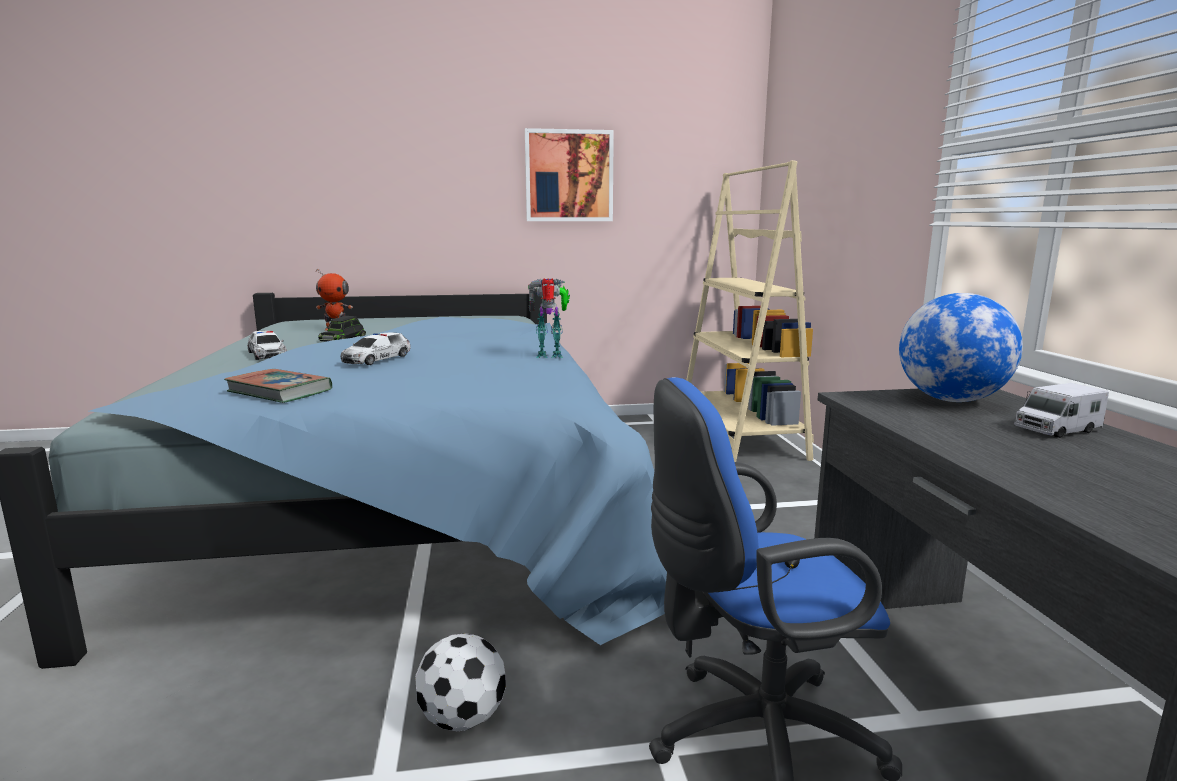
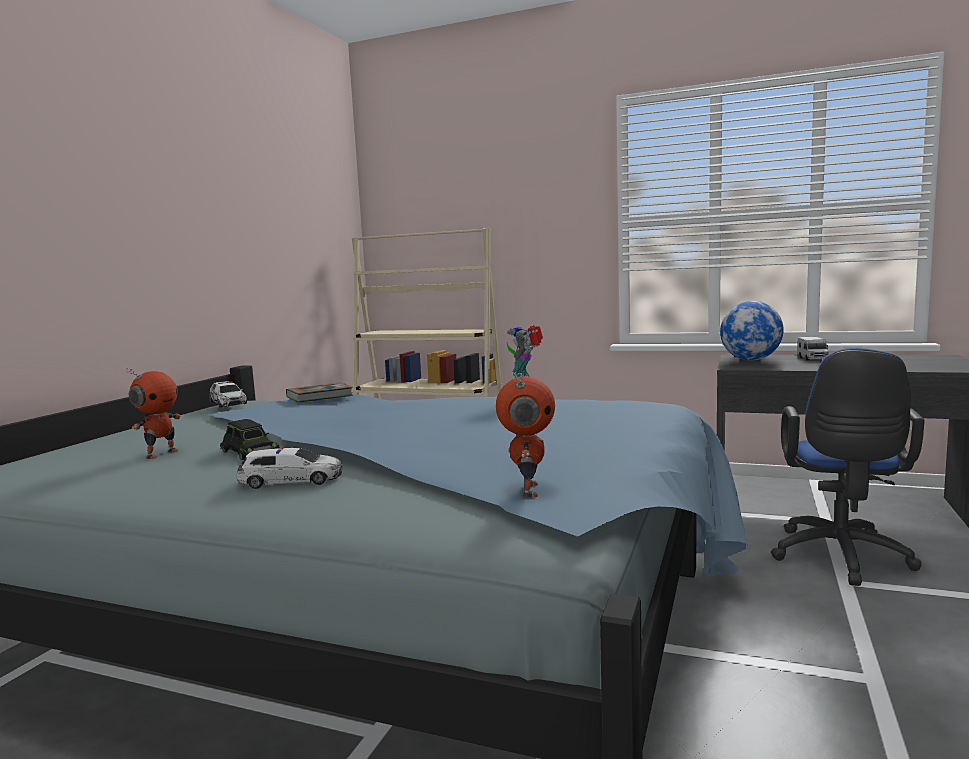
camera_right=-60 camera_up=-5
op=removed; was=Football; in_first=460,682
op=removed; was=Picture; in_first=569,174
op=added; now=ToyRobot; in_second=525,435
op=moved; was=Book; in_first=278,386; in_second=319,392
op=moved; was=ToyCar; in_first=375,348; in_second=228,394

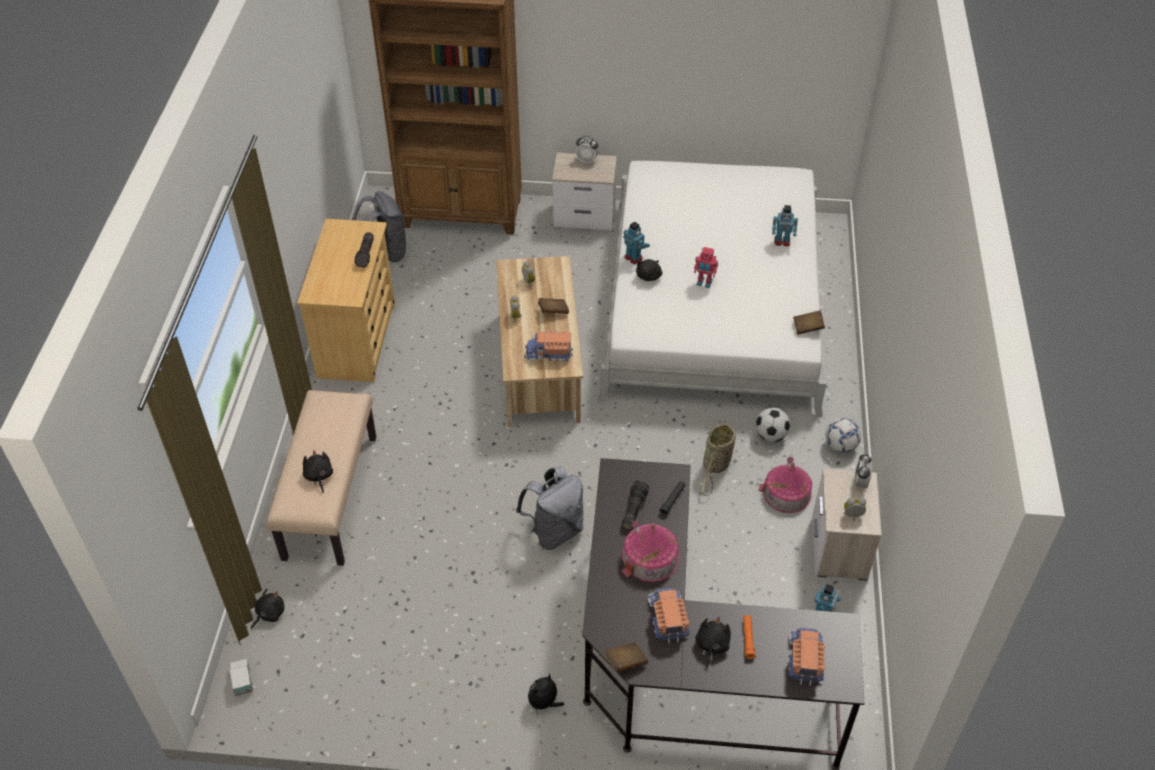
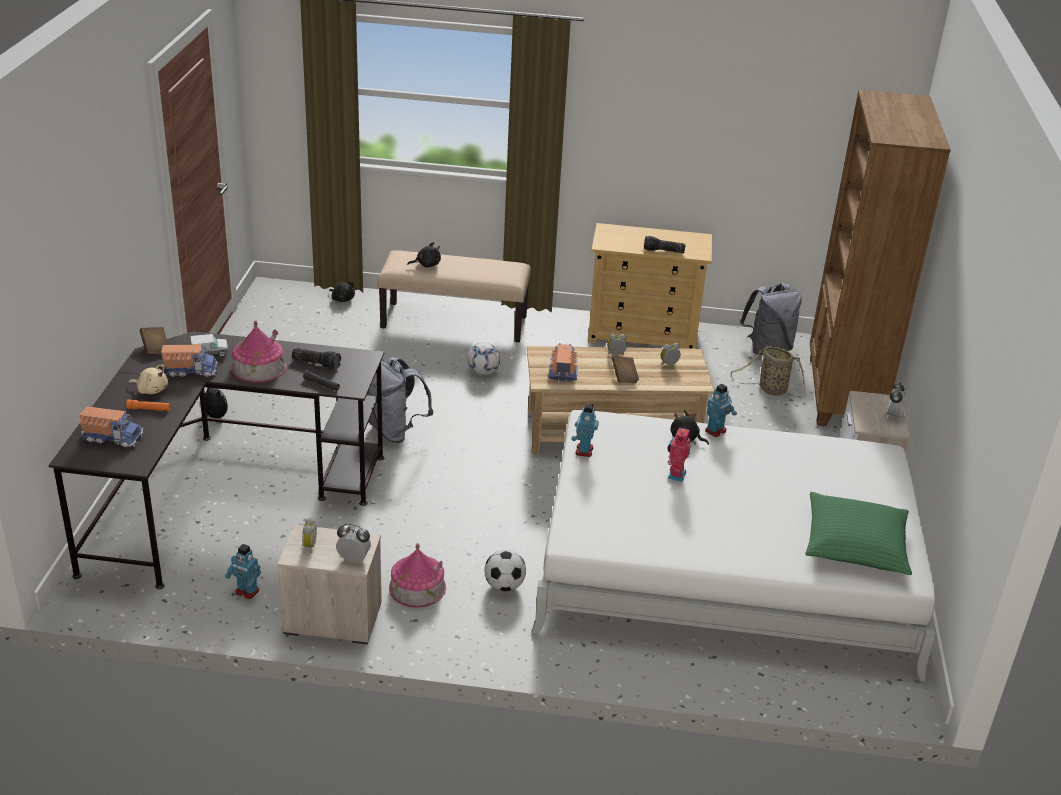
camera_right=90 camera_up=-15
op=removed; was=BrownBook; in_first=809,322
op=added; now=GreenPillow; in_second=858,533
op=moved; was=ToyTruck; in_first=241,677; in_second=209,345
op=moved; was=Basket; in_first=718,457; in_second=768,371
op=moved; was=ToyRobot; in_first=785,225; in_second=585,430
op=moved; was=Football; in_first=843,435; in_second=483,358
op=recoloured; was=BlackPlushToy; now=BeigePlushToy; in_first=713,642; in_second=148,379

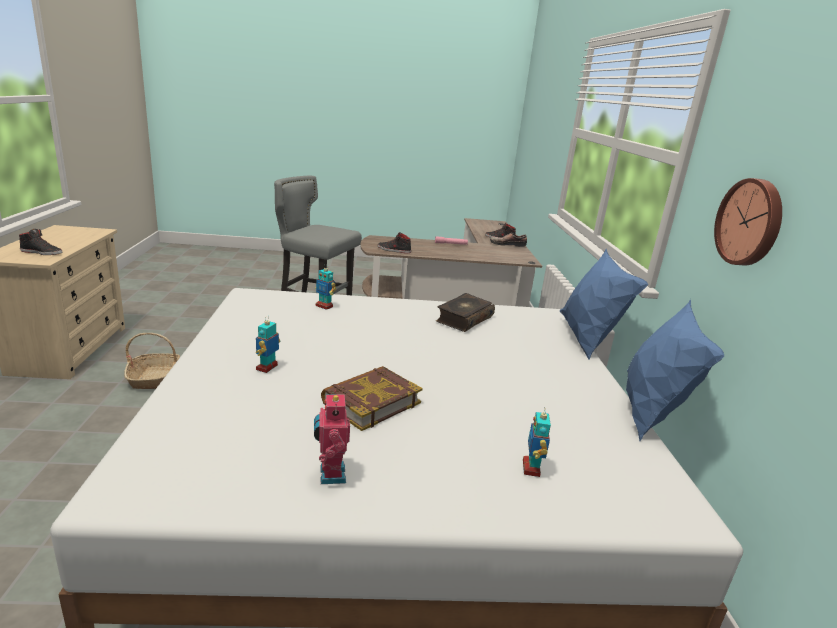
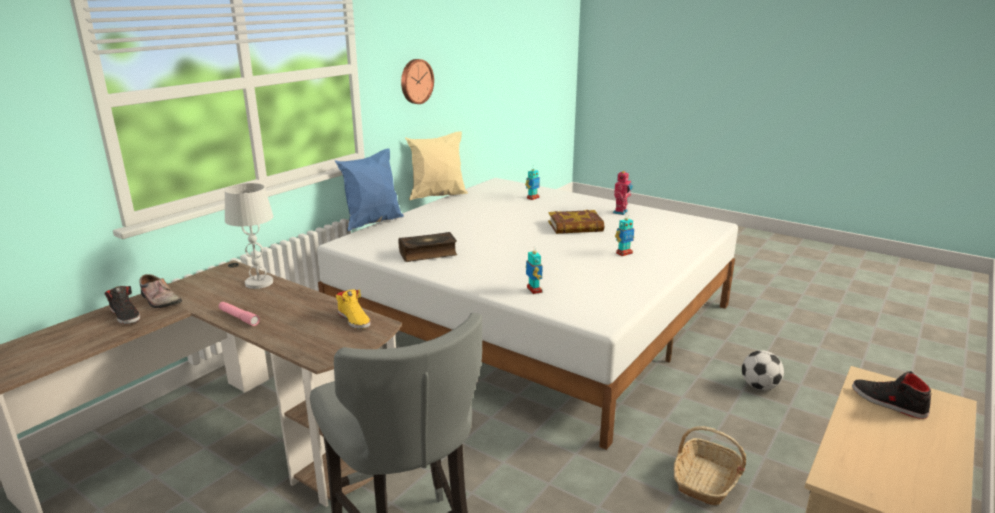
camera_right=-140 camera_up=0
op=added; now=WhiteTableLamp; in_second=249,236
op=added; now=Football; in_second=763,370
op=recoloured; was=BlackShoe; now=YellowShoe; in_first=394,243; in_second=353,309
op=recoloured; was=BluePillow; now=BeigePillow; in_first=675,370; in_second=436,165

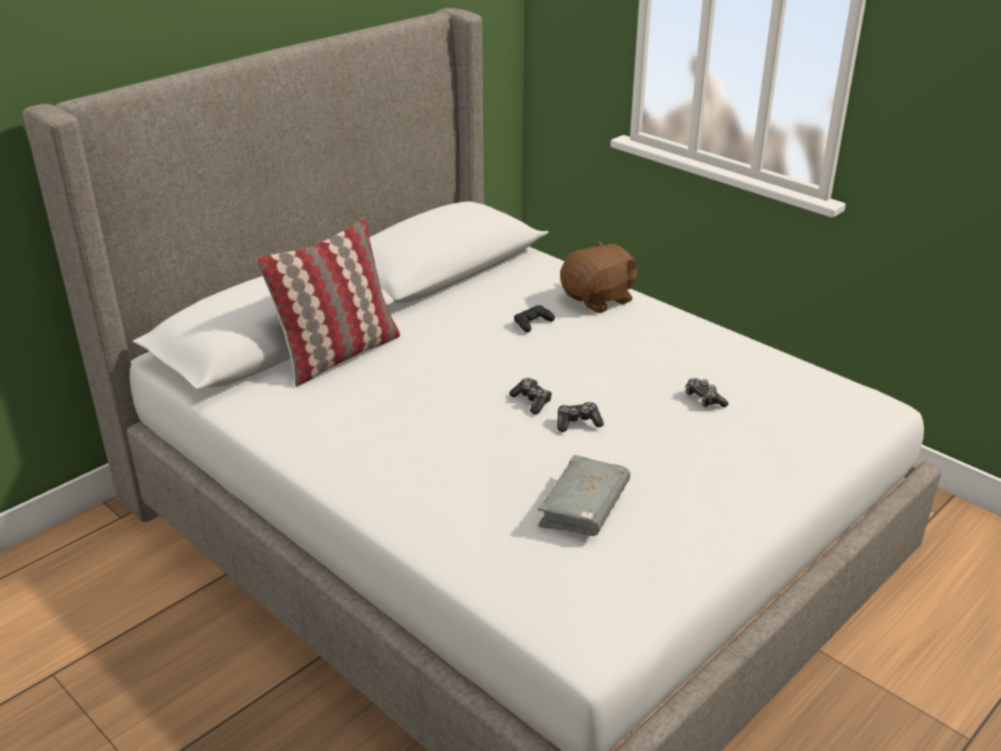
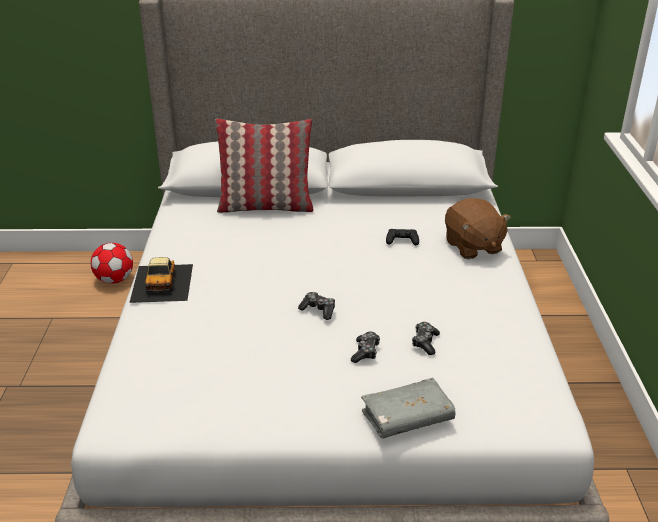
camera_right=45 camera_up=0
op=added; now=Football; in_second=112,263
op=added; now=ToyCar; in_second=161,280
op=moved; was=GameController; in_first=530,396; in_second=365,347
op=moved; was=GreyBook; in_first=583,495; in_second=408,408
op=turned; was=BrownPlushToy; in_first=599,277; in_second=478,228; clockwise=60

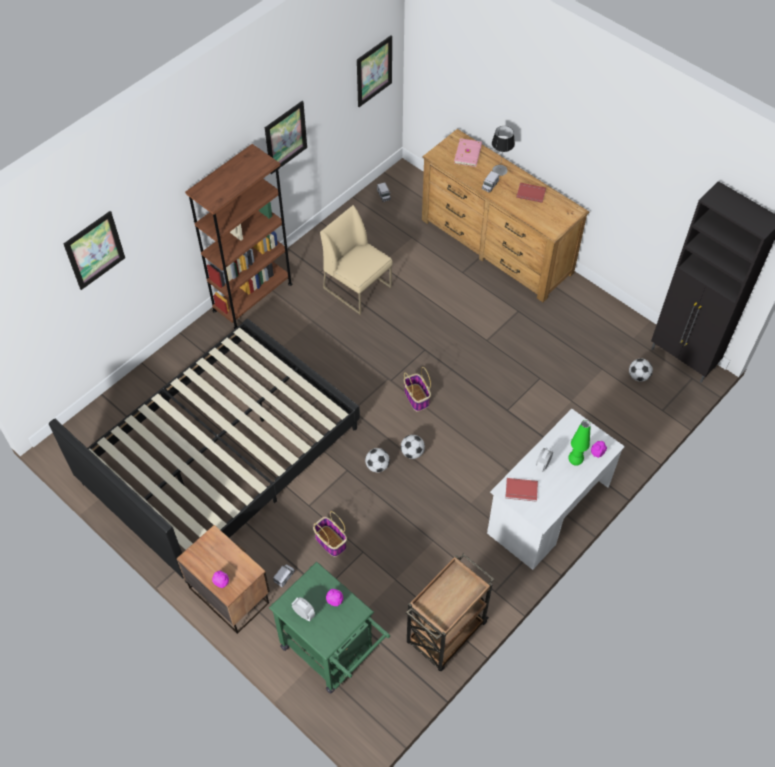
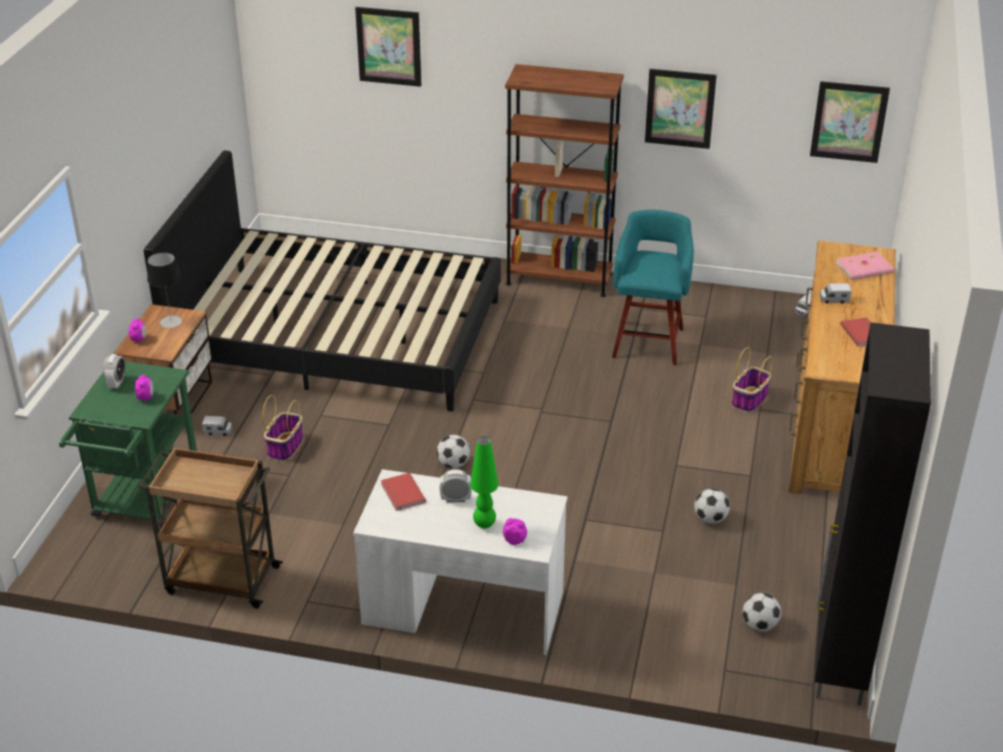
camera_right=60 camera_up=-20
op=moved; was=Football; in_first=377,460; in_second=712,506
op=moved; was=Basket; in_first=417,389; in_second=752,380
op=moved; was=TableLamp; in_first=503,151; in_second=164,290
op=replaced; was=BeigeChair; now=TurquoiseStool; in_first=356,260; in_second=653,287

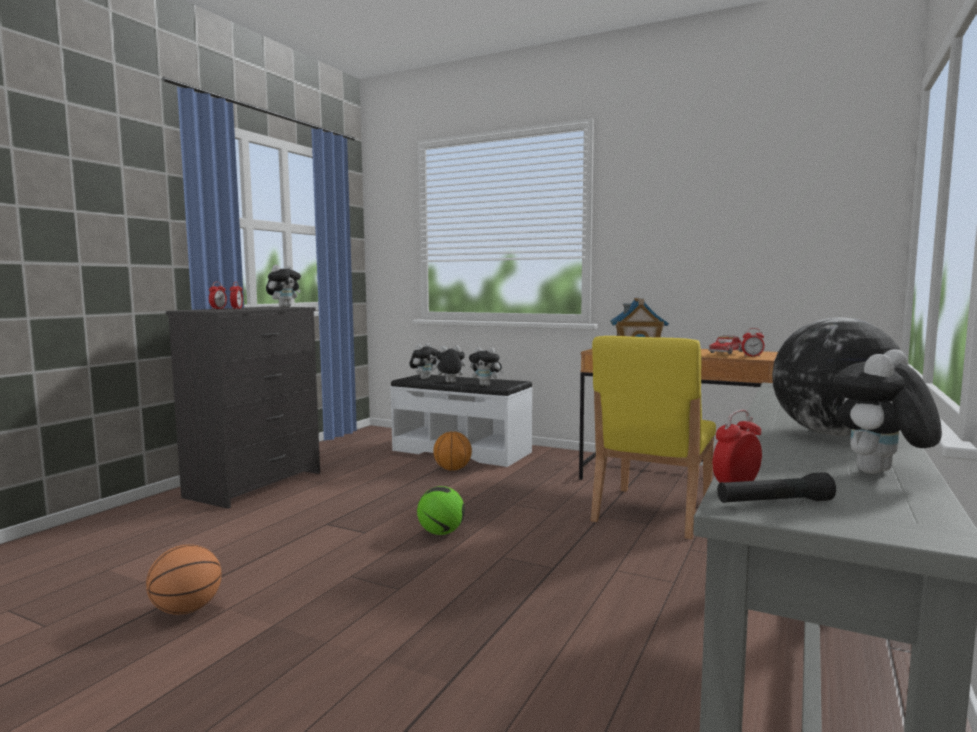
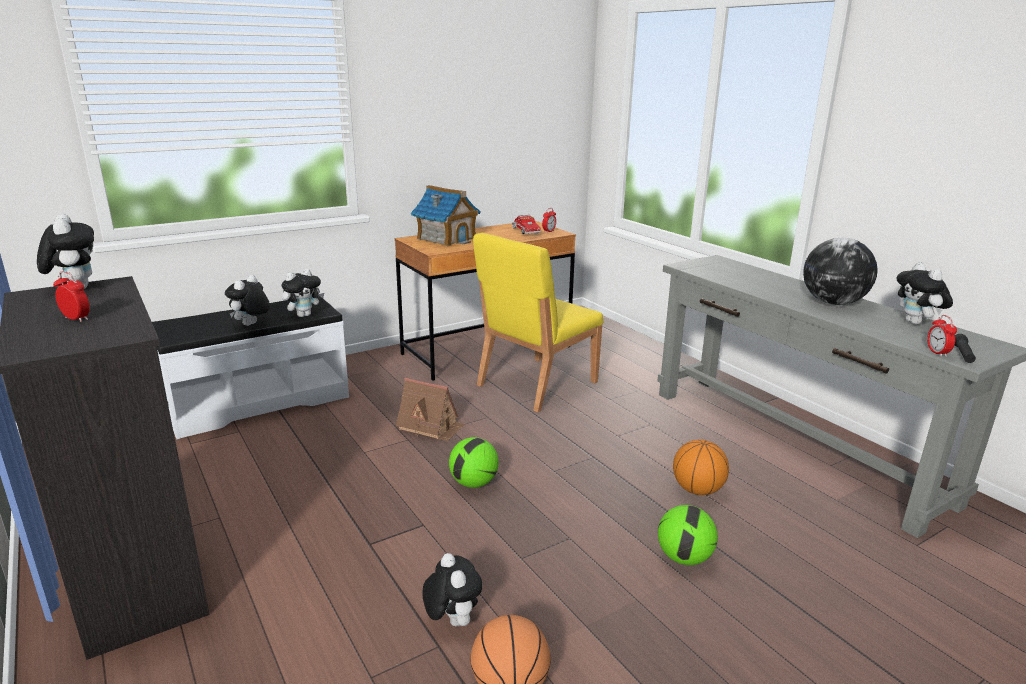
camera_right=-60 camera_up=15
op=removed; was=AlarmClock; in_first=218,296
op=added; now=ToyHouse; in_second=430,409
op=added; now=Football; in_second=688,535
op=moved; was=PlushToy; in_first=424,361; in_second=452,590
op=moved; was=Basketball; in_first=452,451; in_second=701,467
op=turned; was=YellowChair; in_first=653,437; in_second=538,323; clockwise=75

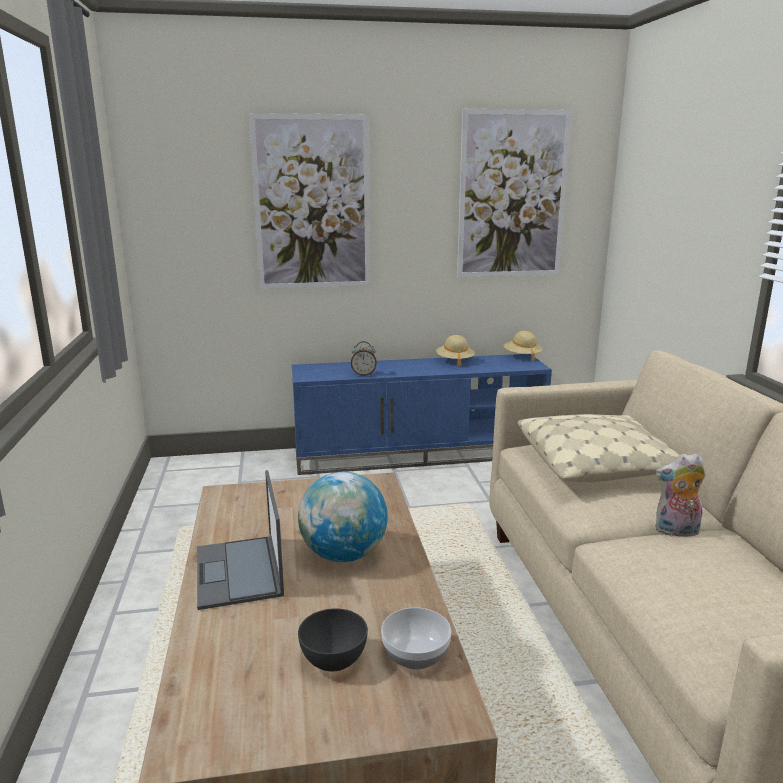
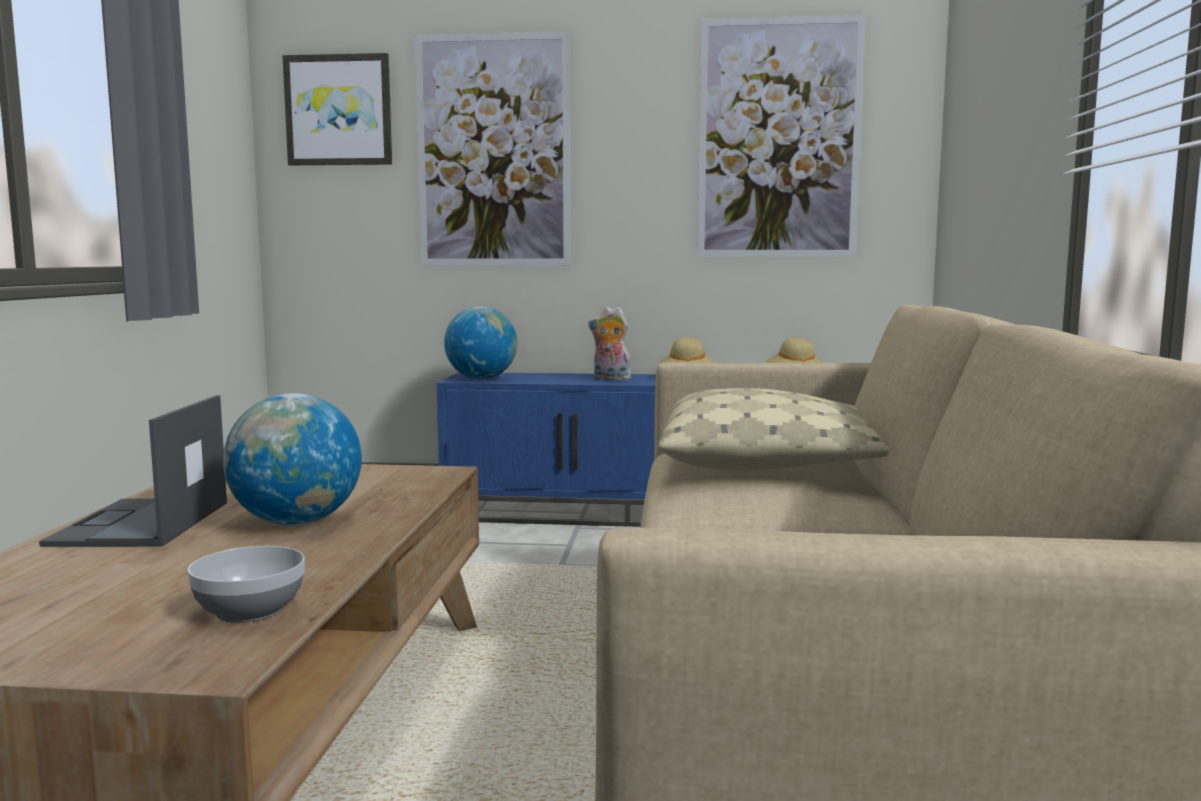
camera_right=15 camera_up=-10
op=removed; was=GreyBowl; in_first=333,639
op=removed; was=AlarmClock; in_first=364,358
op=added; now=Picture; in_second=337,109
op=added; now=Globe; in_second=480,343
op=moved; was=PlushToy; in_first=680,495; in_second=609,343

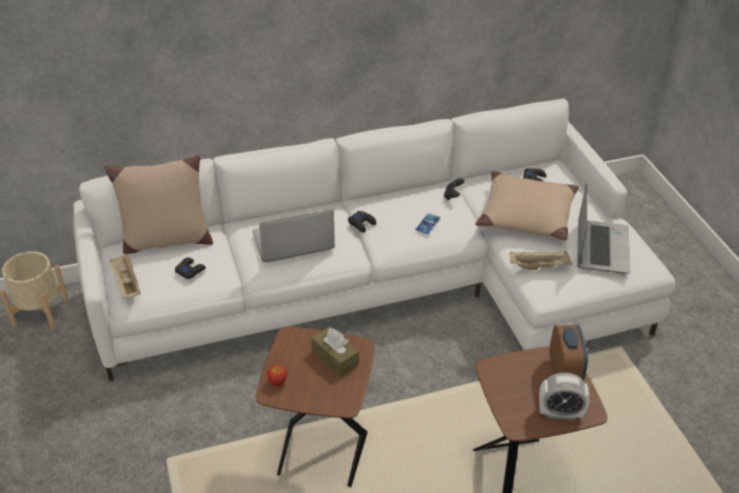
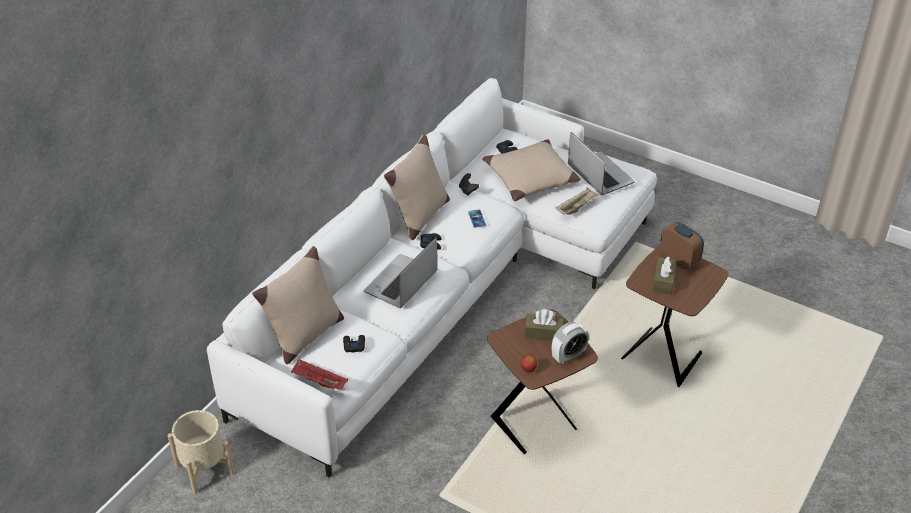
camera_right=-40 camera_up=0
op=added; now=BeigePillow; in_second=417,187
op=added; now=BrownTissueBox; in_second=664,275
op=moved; was=AlarmClock; in_first=564,396; in_second=570,343
op=recoloured; was=BeigeTray; now=RedTray; in_first=125,276; in_second=319,374

